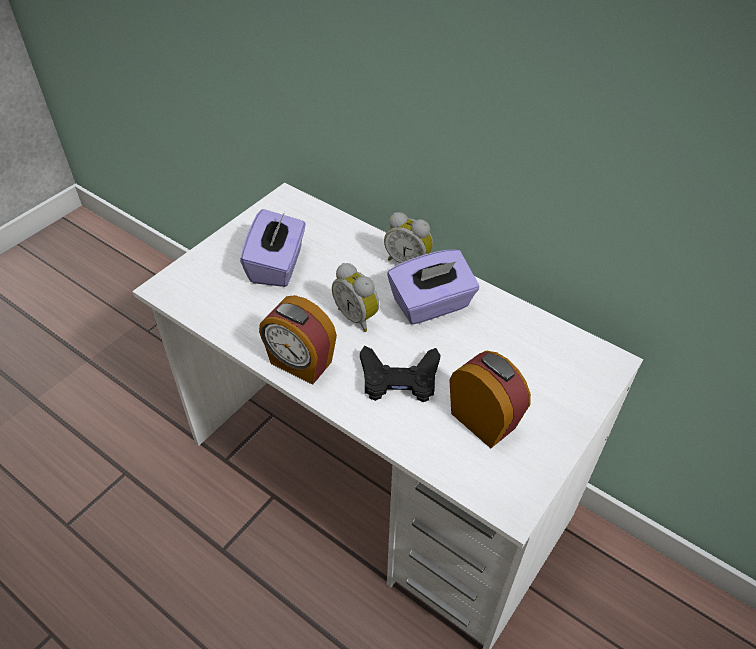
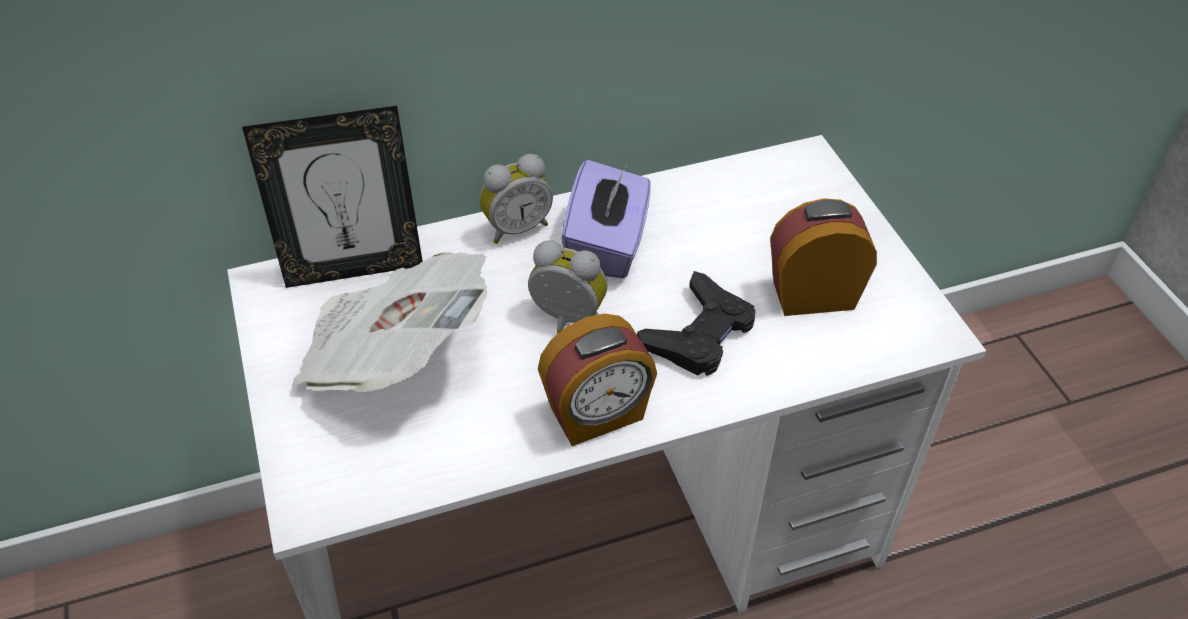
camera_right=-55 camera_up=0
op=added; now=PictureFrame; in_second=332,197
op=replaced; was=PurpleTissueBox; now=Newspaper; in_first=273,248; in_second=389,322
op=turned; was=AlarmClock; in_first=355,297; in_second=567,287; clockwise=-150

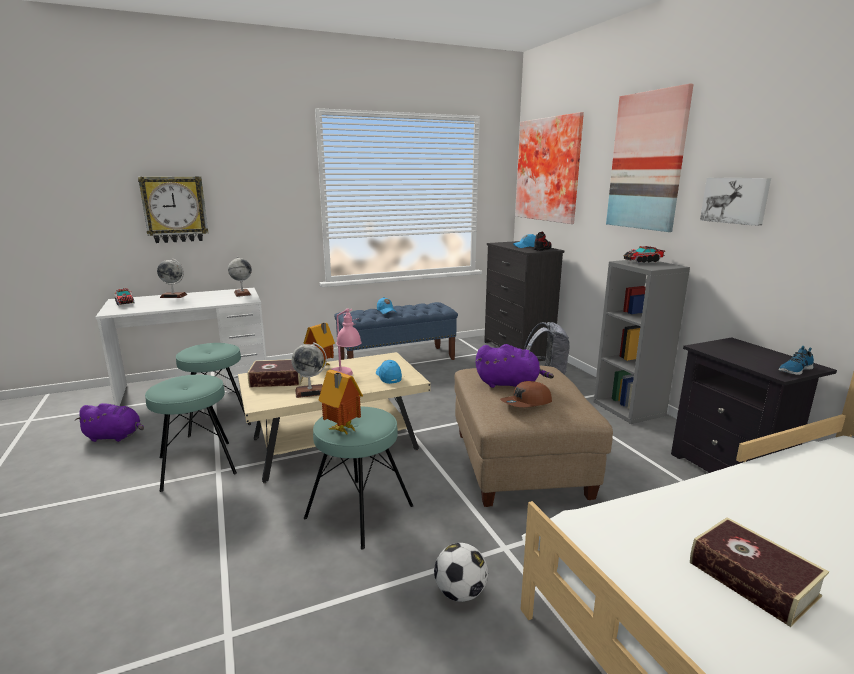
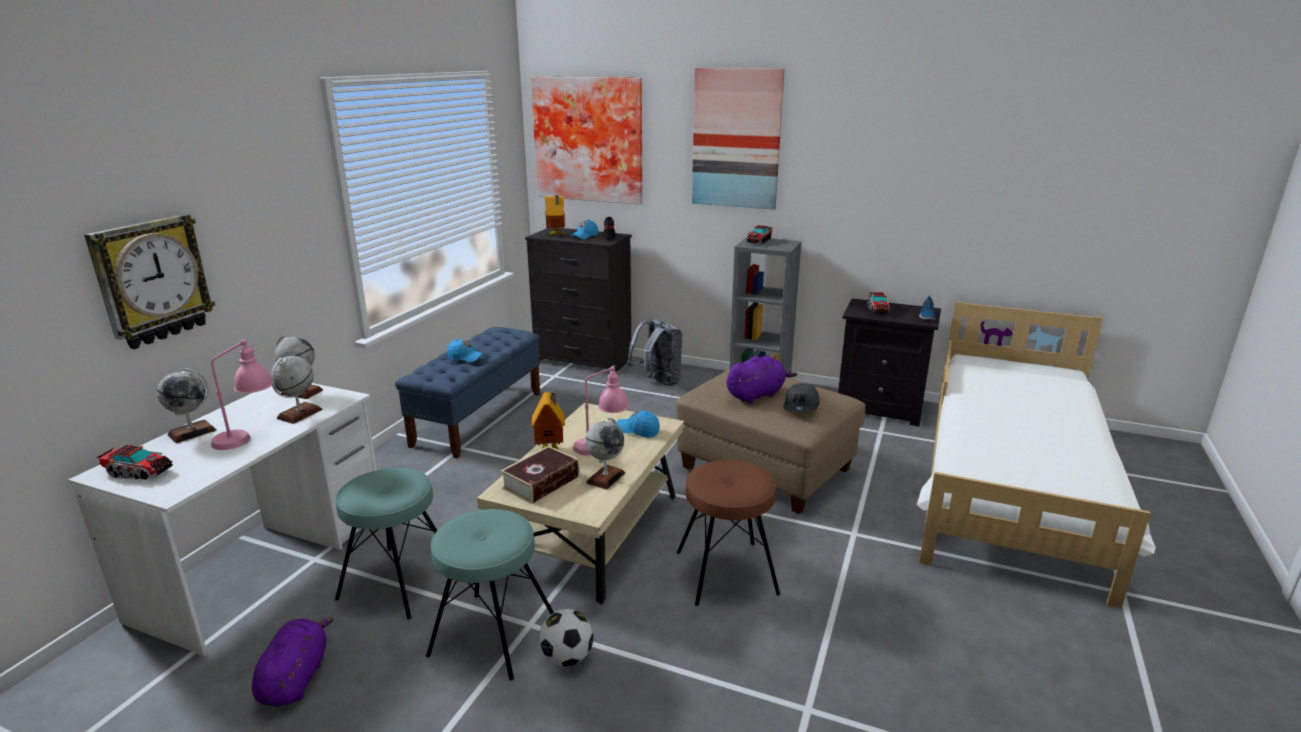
camera_right=-45 camera_up=5
op=removed; was=Book; in_first=759,572
op=removed; was=Picture; in_first=735,202
op=added; now=PinkTableLamp; in_second=242,394
op=added; now=Globe; in_second=297,390
op=added; now=ToyTruck; in_second=878,302
op=moved; was=ToyHouse; in_first=341,402; in_second=555,215
op=moved; was=Football; in_first=461,572; in_second=566,638
op=recoloured; was=TurquoiseStool; now=BrownStool; in_first=358,478; in_second=728,533
op=recoloured; was=BrownCap; now=GreyCap; in_first=526,394; in_second=801,397
op=turned; was=PurplePlushToy; in_first=109,422; in_second=293,662; clockwise=-45

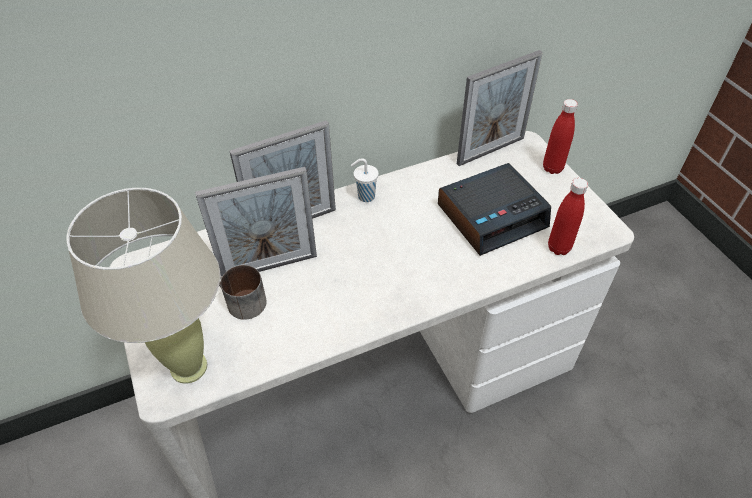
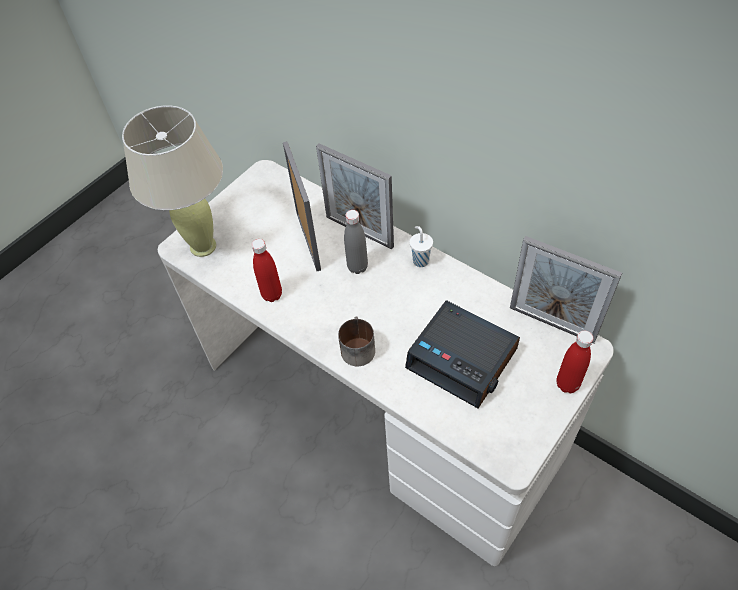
camera_right=65 camera_up=5
op=added; now=GreyBottle; in_second=356,242
op=moved; was=Mug; in_first=243,292; in_second=356,341
op=moved; was=RedBottle; in_first=568,216; in_second=266,270
op=turned; was=PictureFrame; in_first=256,221; in_second=302,206; clockwise=-150

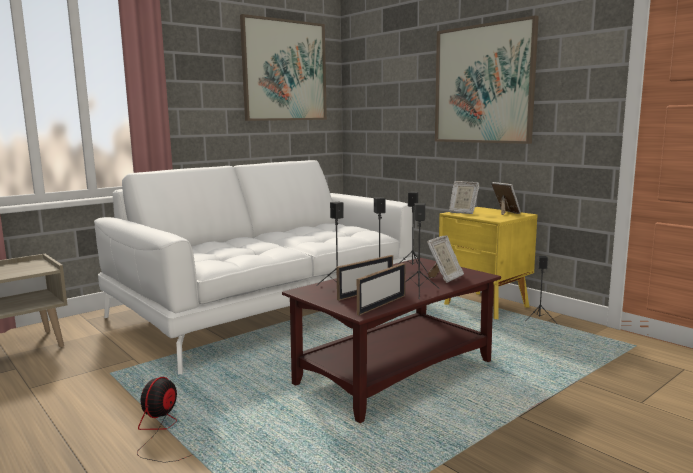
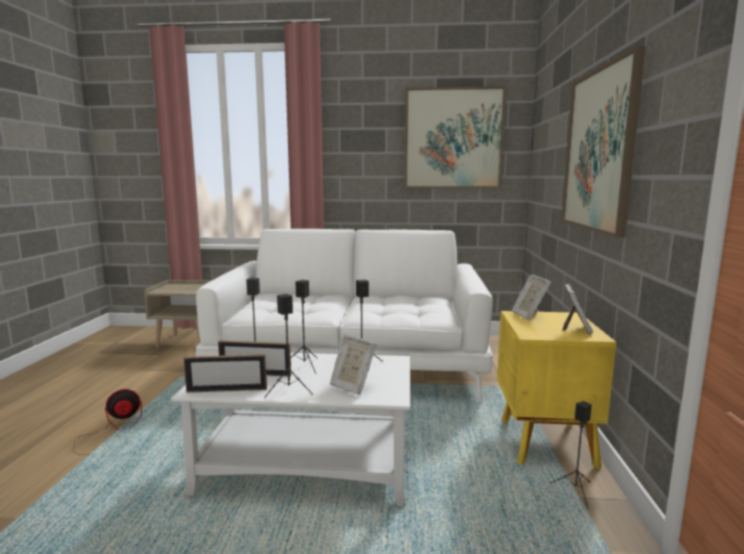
camera_right=45 camera_up=0
op=recoloured; was=BrownCoffeeTable; now=WhiteCoffeeTable; in_first=391,340; in_second=290,429
op=turned; was=PictureFrame; in_first=445,259; in_second=353,364; clockwise=45

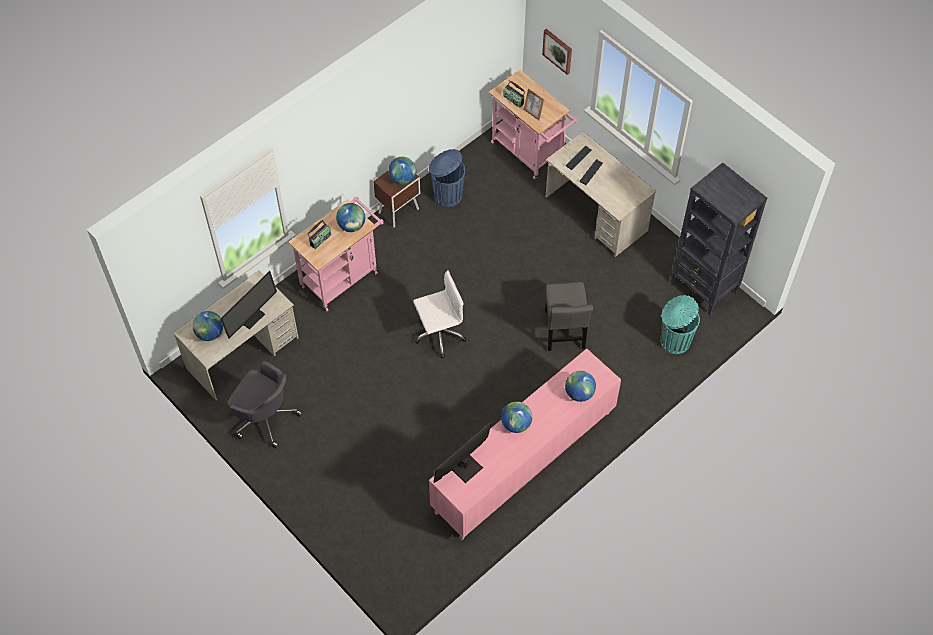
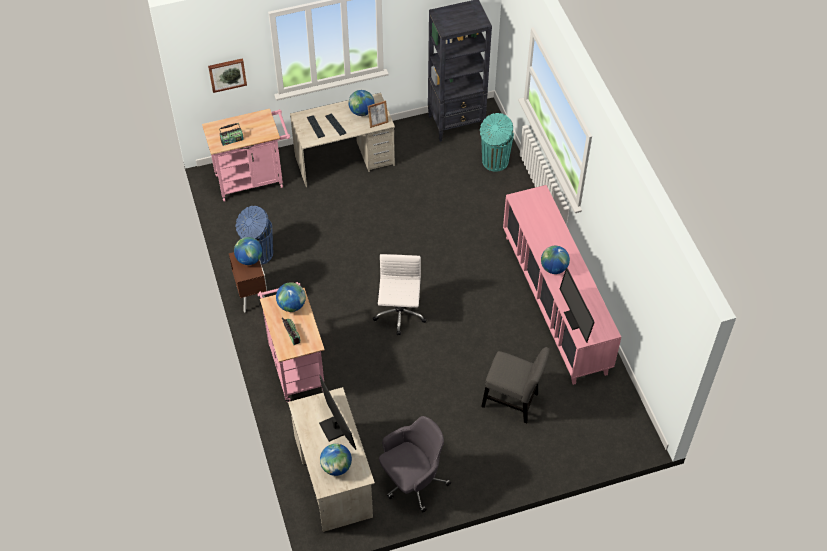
camera_right=-65 camera_up=-5
op=moved; was=PictureFrame; in_first=533,104; in_second=377,114
op=moved; was=GreyChair; in_first=569,316; in_second=515,385
op=moved; was=Globe; in_first=580,386; in_second=361,103

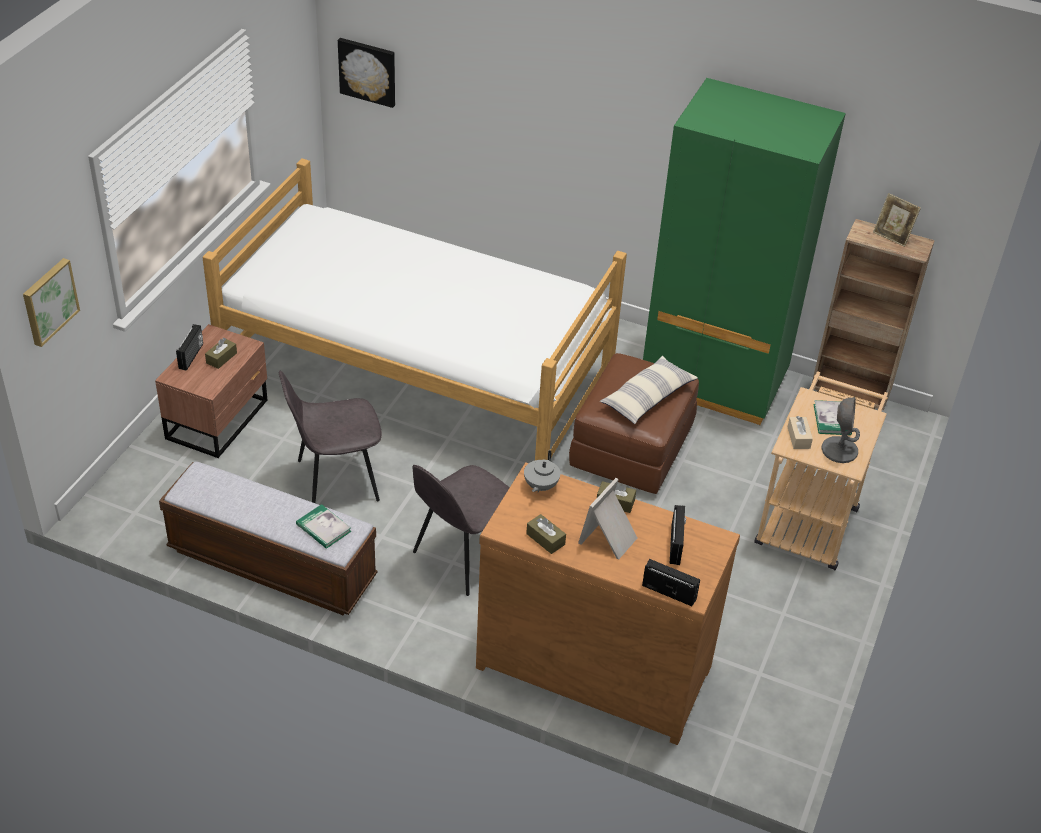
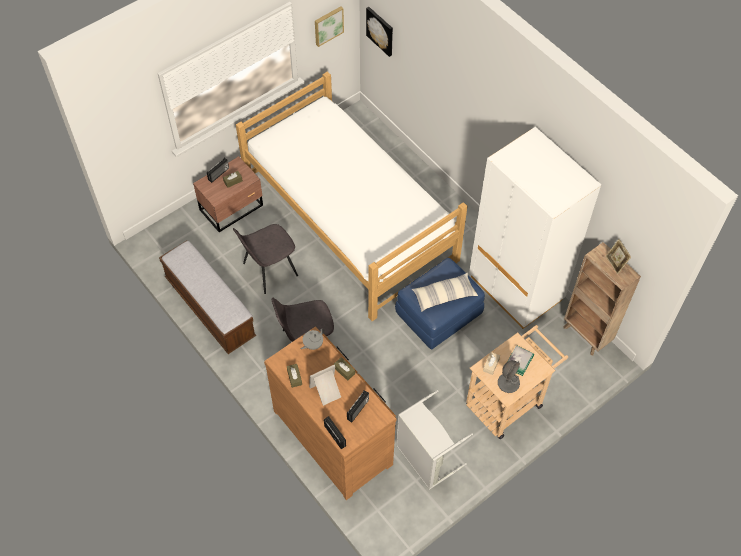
camera_right=30 camera_up=15
op=removed; was=Book; in_first=323,526
op=added; now=GreyLaundryBasket; in_second=434,440
op=moved; was=Picture; in_first=51,302; in_second=329,26
op=recoloured; was=BrownOttoman; now=BlueOttoman; in_first=634,423; in_second=440,304
op=recoloured; was=GreenWardrobe; now=WhiteWardrobe; in_first=744,251; in_second=535,228
op=turned; was=GreyChair; in_first=330,436; in_second=265,259; clockwise=-45

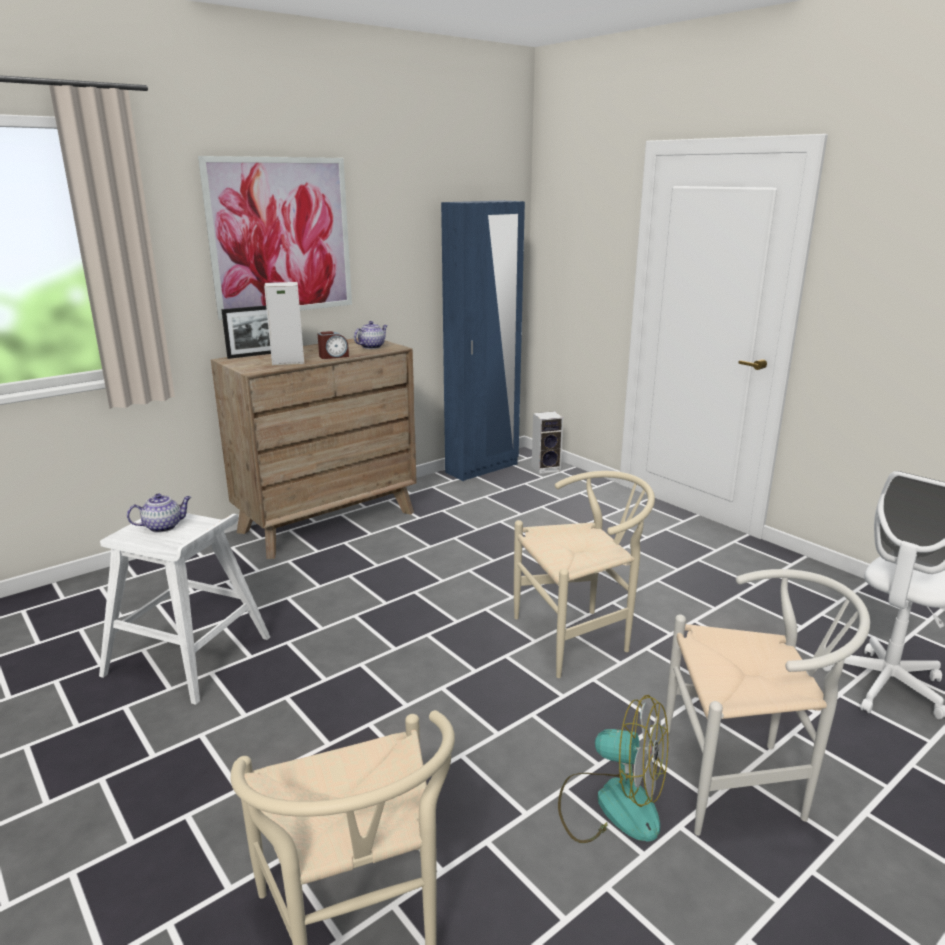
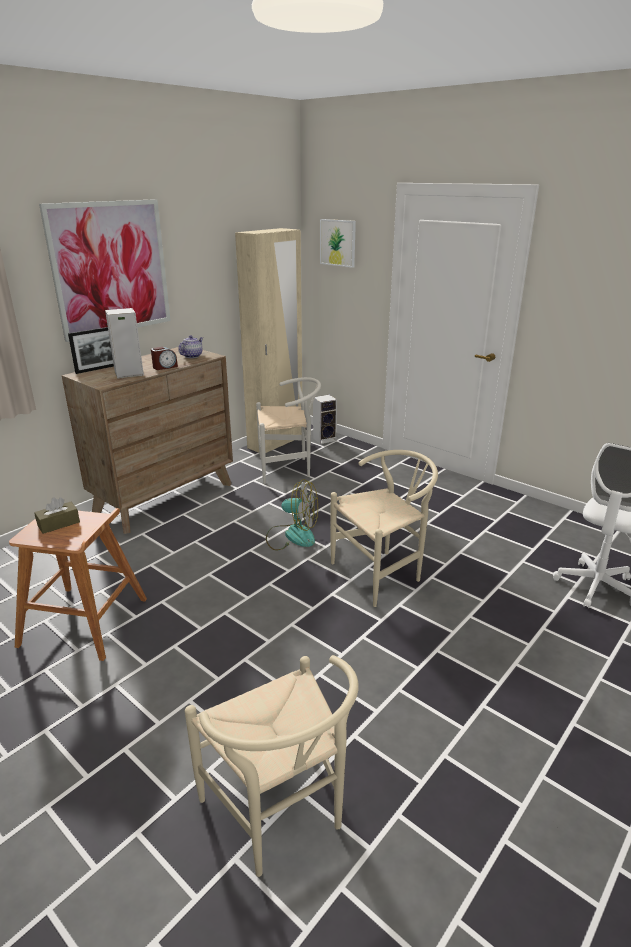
camera_right=-10 camera_up=5
op=added; now=Picture; in_second=338,243
op=moved; was=Fan; in_first=613,769; in_second=292,515
op=moved; was=WhiteChair; in_first=767,702; in_second=288,430
op=replaced; was=Teapot; now=BrownTissueBox; in_first=159,513; in_second=57,515
op=recoloured; was=WhiteStool; now=BrownStool; in_first=184,609; in_second=78,584
op=recoloured; was=BlueWardrobe; now=BeigeWardrobe; in_first=483,340; in_second=268,340

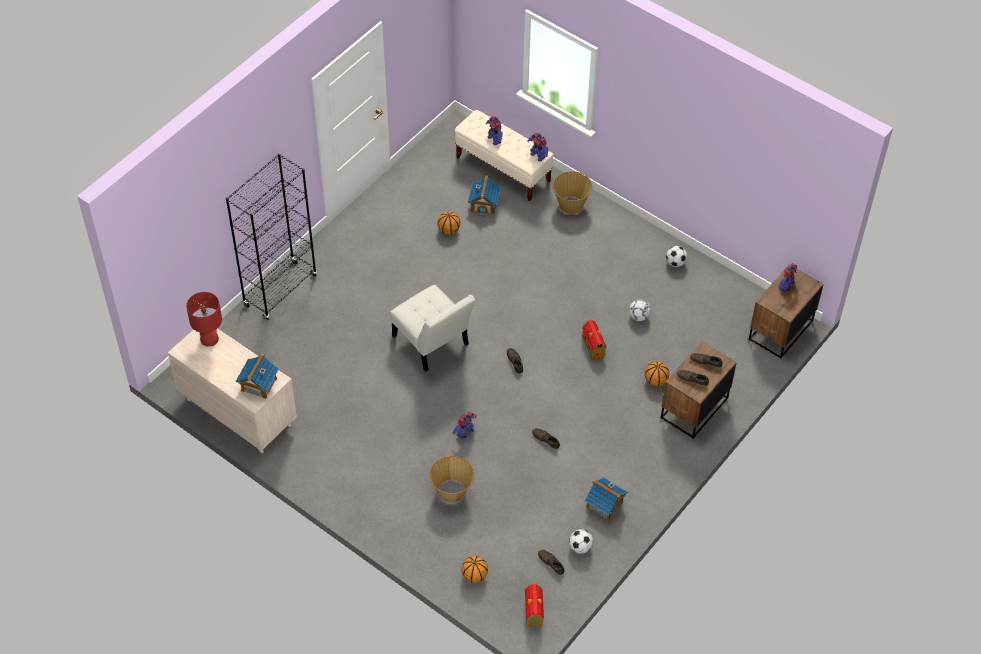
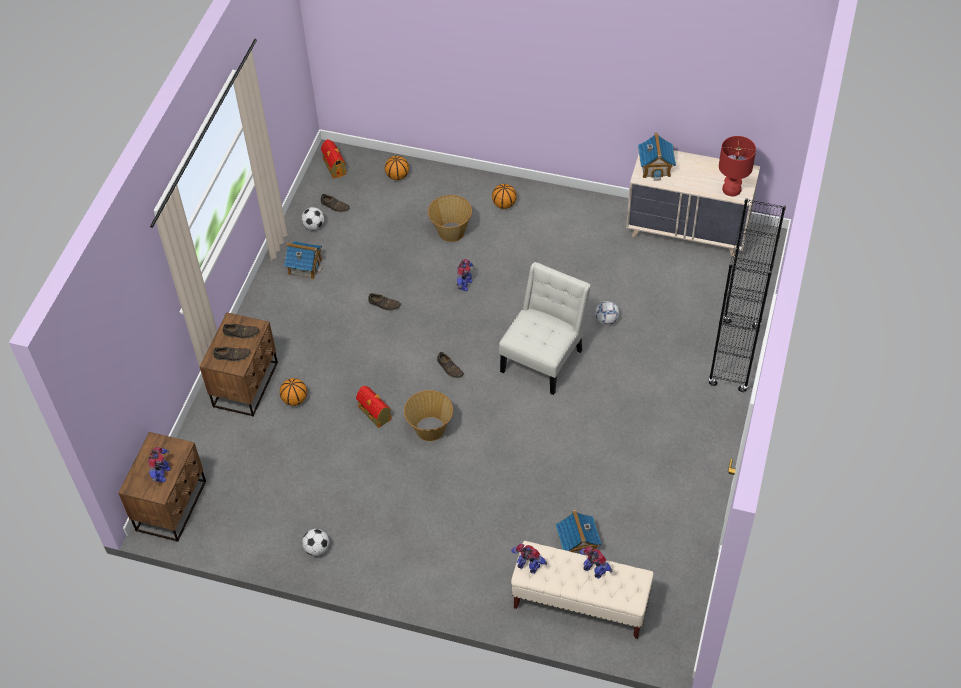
camera_right=160 camera_up=0
op=moved; was=Basketball; in_first=449,223; in_second=504,196
op=moved; was=Basket; in_first=573,192; in_second=428,415
op=moved; was=Football; in_first=640,310; in_second=607,313
op=turned; was=WhiteChair; in_first=432,328; in_second=545,328; clockwise=90

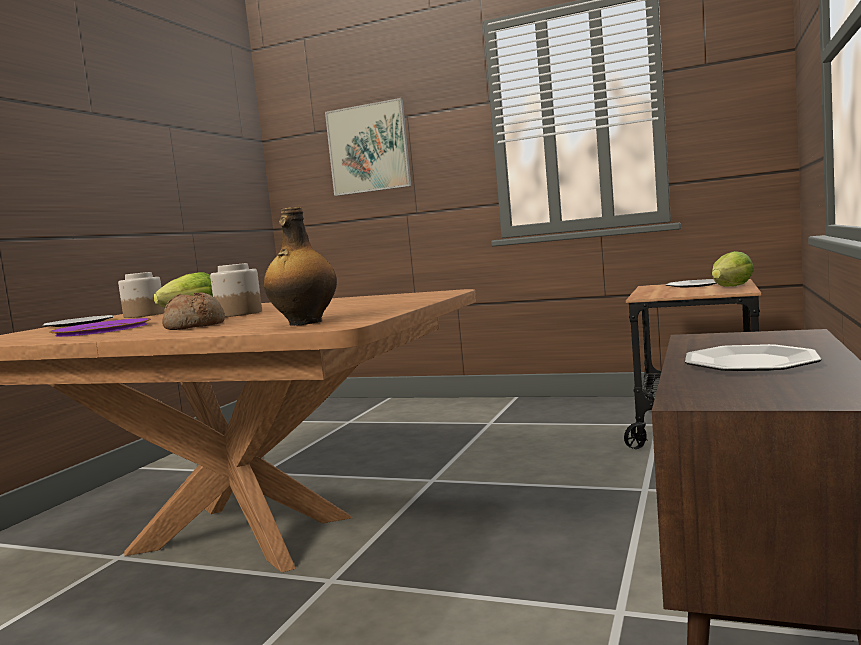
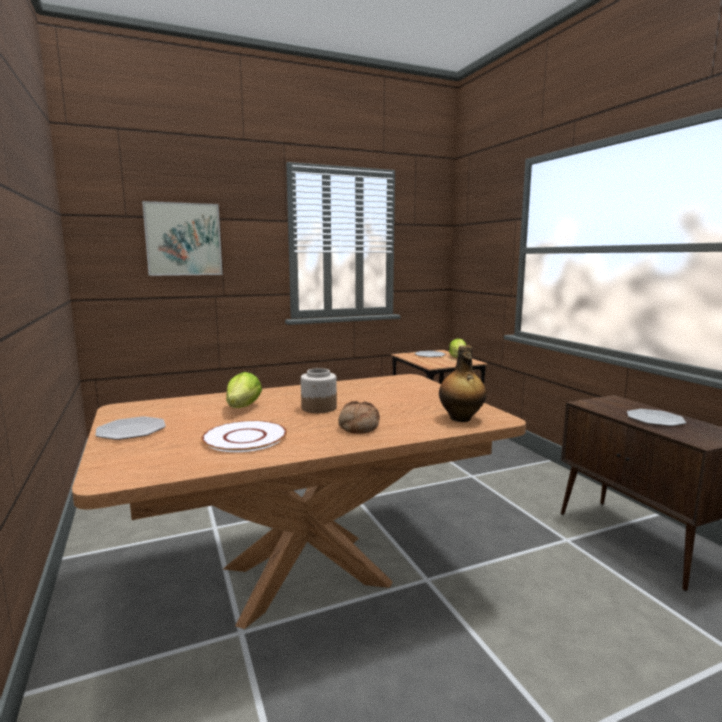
camera_right=-45 camera_up=5
op=removed; was=Jar; in_first=141,295
op=recoloured; was=PurplePlate; now=WhitePlate; in_first=100,327; in_second=244,436

